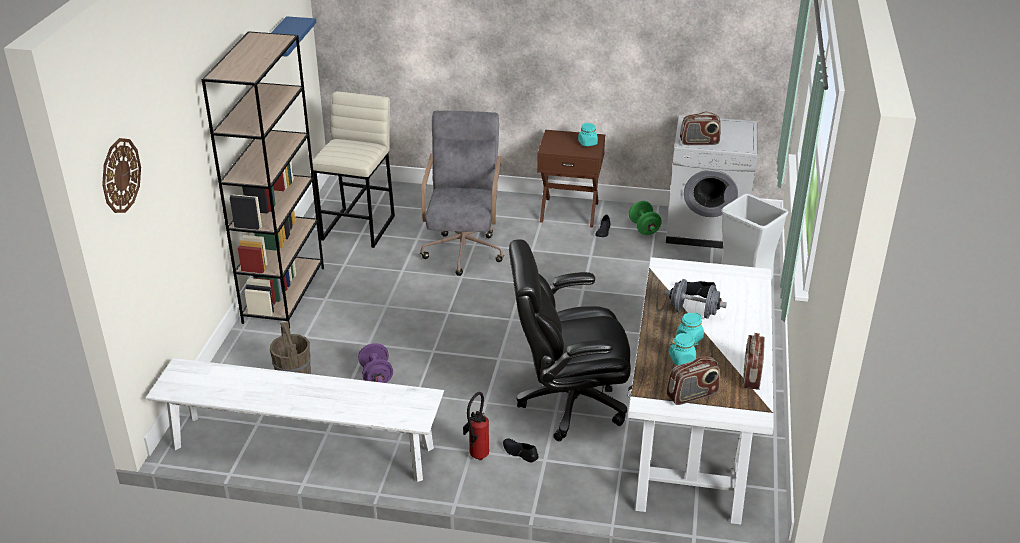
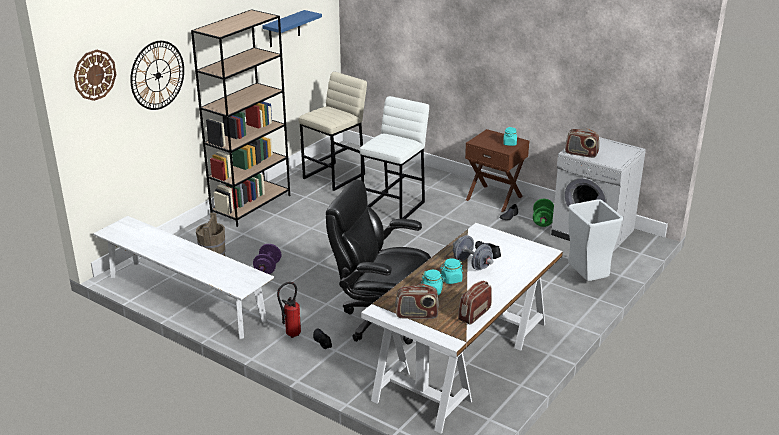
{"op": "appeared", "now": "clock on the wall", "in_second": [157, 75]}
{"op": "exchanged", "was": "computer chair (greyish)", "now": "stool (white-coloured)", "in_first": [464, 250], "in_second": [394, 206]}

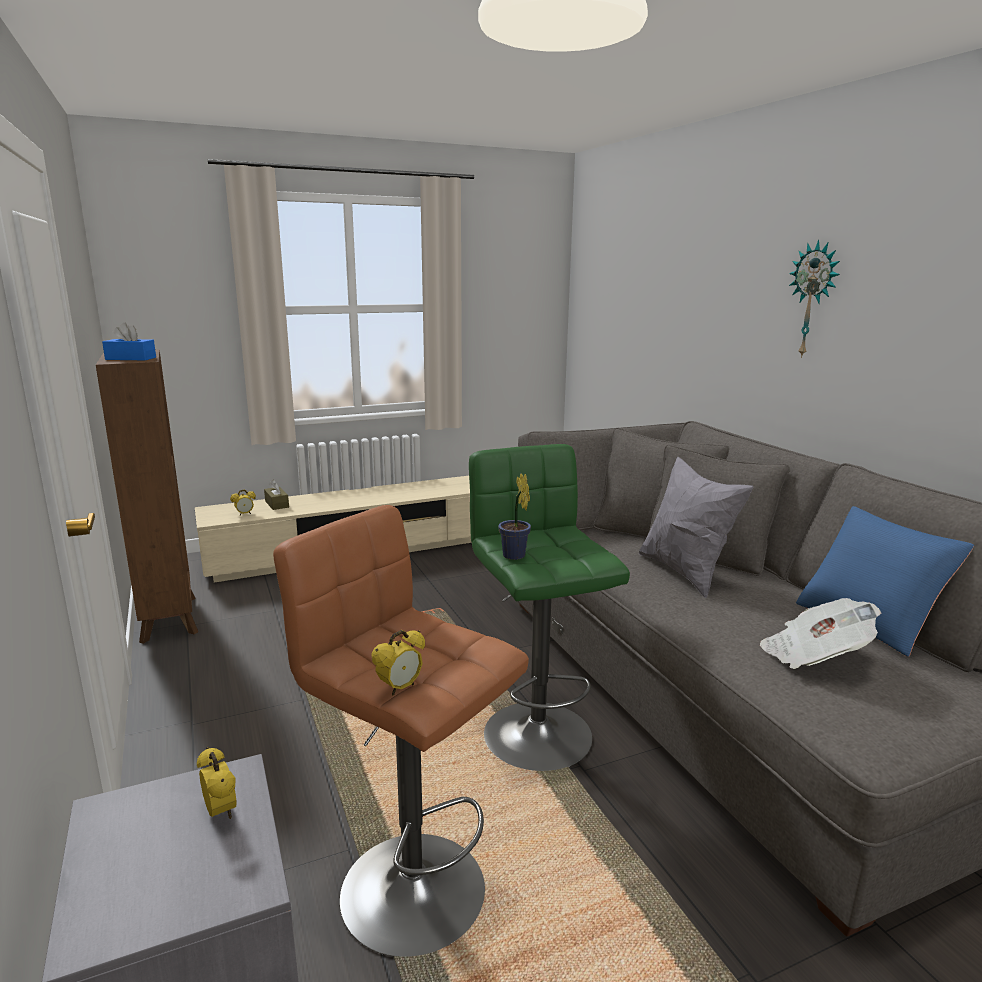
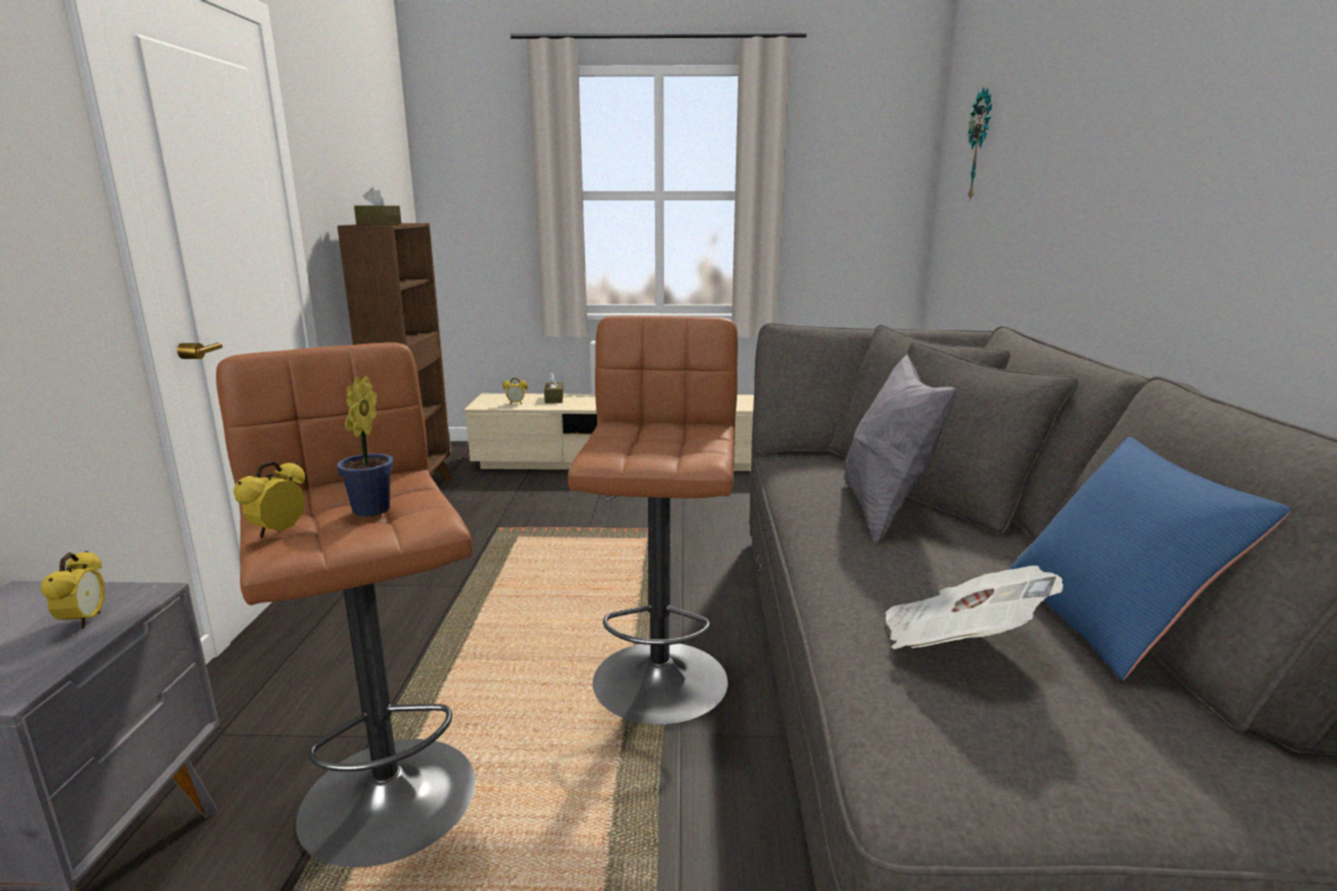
{"op": "spun", "was": "alarm clock", "in_first": [400, 688], "in_second": [279, 533], "clockwise": 135}
{"op": "relocated", "was": "houseplant", "in_first": [515, 557], "in_second": [369, 512]}
{"op": "colour", "was": "box of tissues (bluish)", "now": "box of tissues (brownish)", "in_first": [131, 358], "in_second": [378, 224]}
{"op": "colour", "was": "stool (green)", "now": "stool (brownish)", "in_first": [538, 734], "in_second": [661, 681]}
{"op": "relocated", "was": "clock on the wall", "in_first": [813, 300], "in_second": [981, 145]}

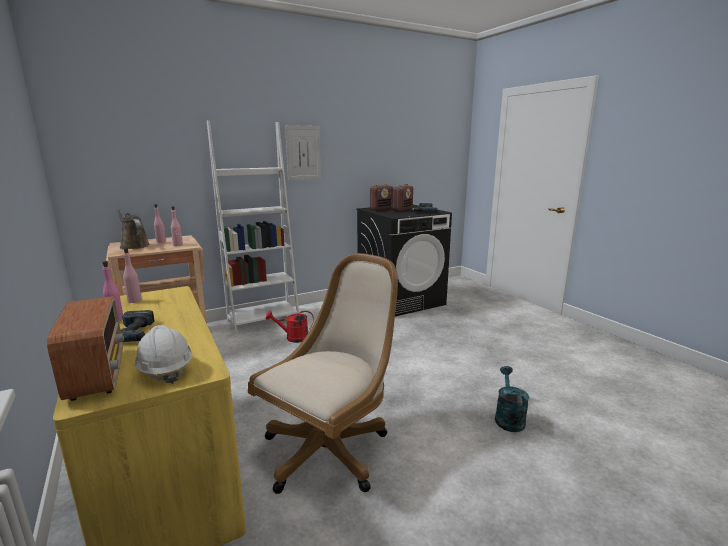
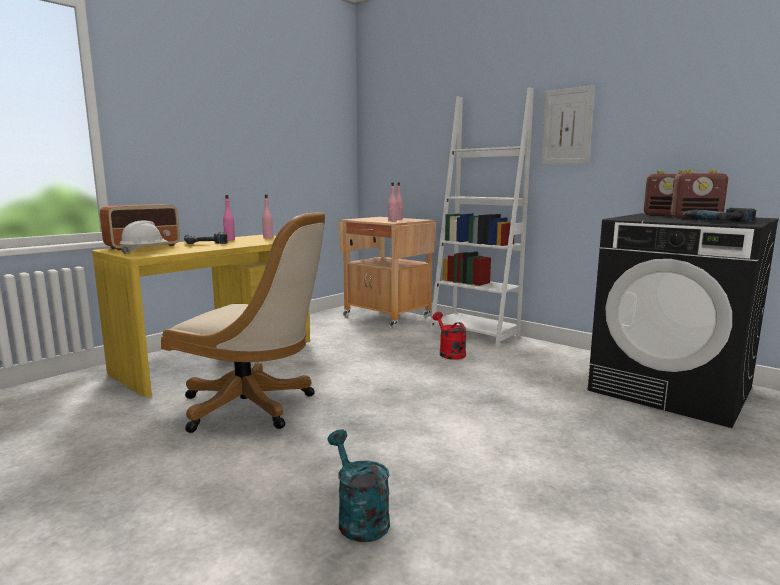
{"op": "spun", "was": "watering pot (turquoise)", "in_first": [508, 417], "in_second": [358, 517], "clockwise": -105}
{"op": "missing", "was": "watering pot (brownish)", "in_first": [133, 245]}

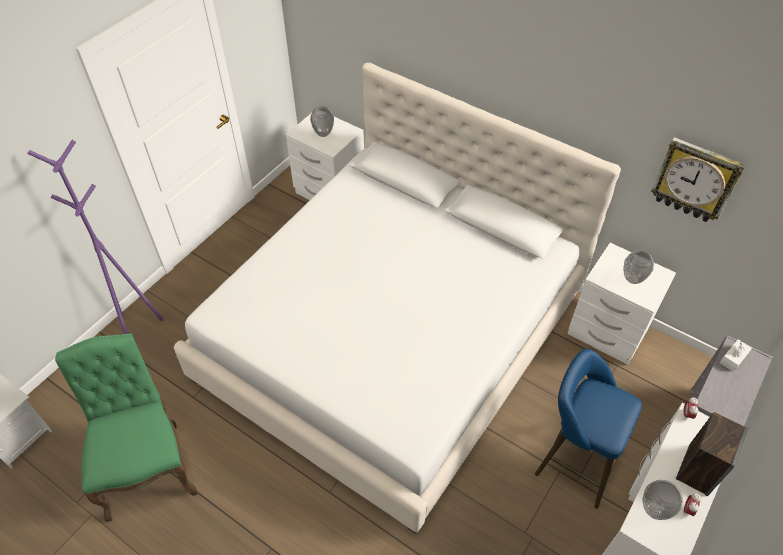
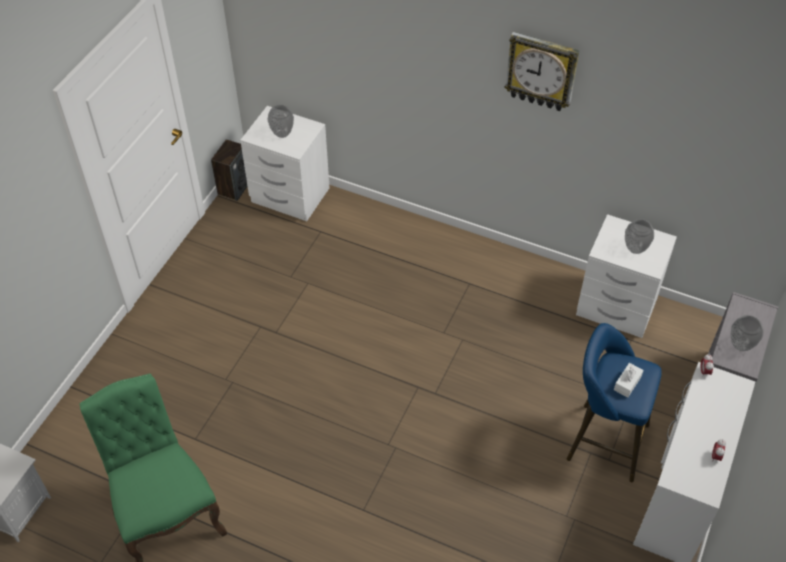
{"op": "relocated", "was": "audio speaker", "in_first": [698, 469], "in_second": [234, 187]}
{"op": "relocated", "was": "clock on the wall", "in_first": [695, 180], "in_second": [541, 71]}
{"op": "relocated", "was": "box of tissues (white-coloured)", "in_first": [733, 358], "in_second": [627, 383]}
{"op": "relocated", "was": "flower vase", "in_first": [653, 509], "in_second": [740, 345]}
{"op": "missing", "was": "clothes rack (purple-coloured)", "in_first": [138, 328]}
{"op": "missing", "was": "bed (white-coloured)", "in_first": [392, 335]}

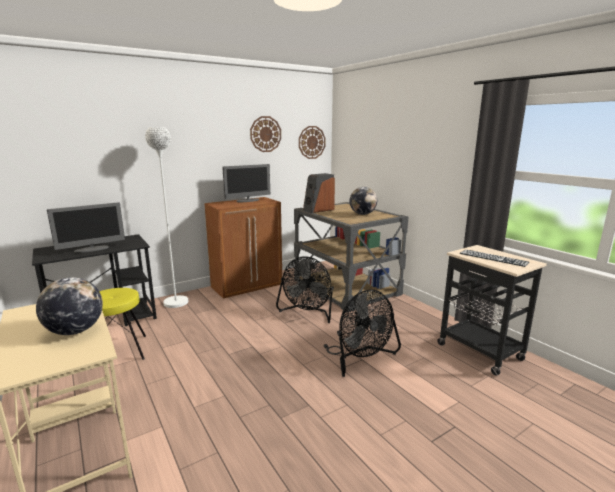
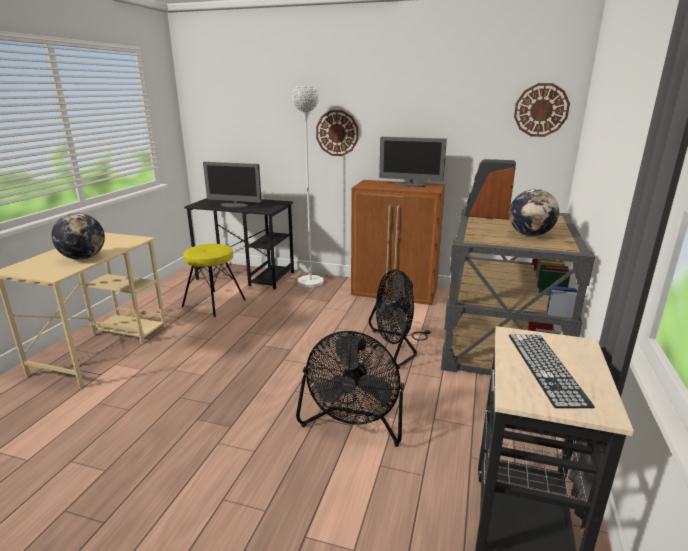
{"op": "relocated", "was": "clock on the wall", "in_first": [265, 134], "in_second": [337, 133]}

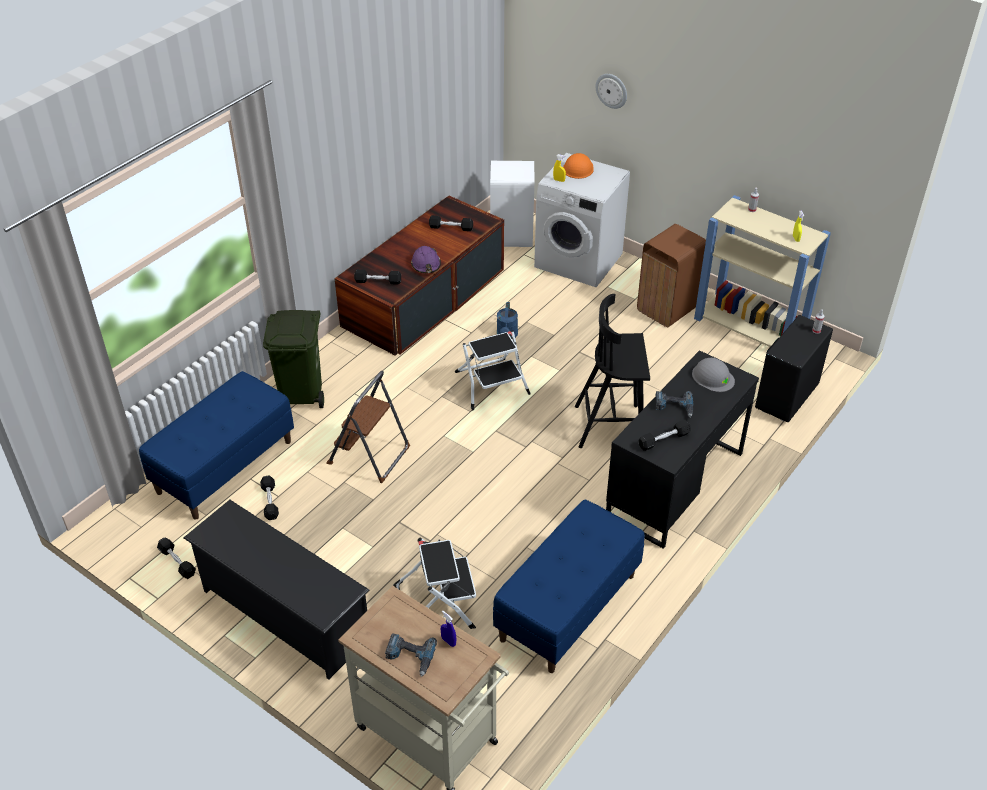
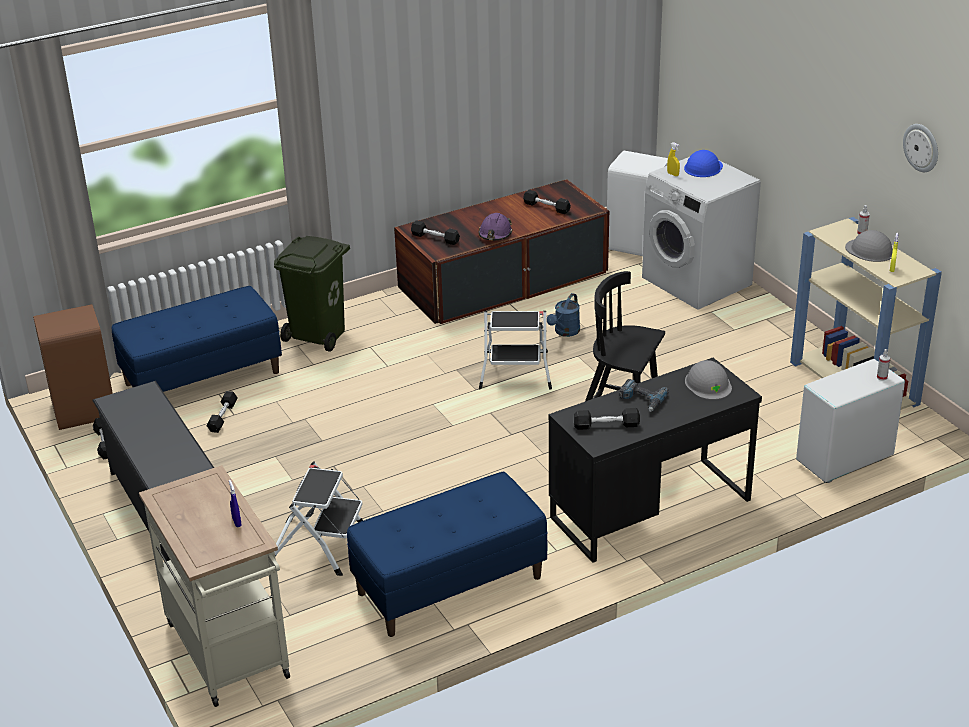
{"op": "relocated", "was": "trash can (brownish)", "in_first": [666, 309], "in_second": [83, 411]}
{"op": "colour", "was": "safety helmet (orange-coloured)", "now": "safety helmet (bluish)", "in_first": [578, 168], "in_second": [703, 167]}
{"op": "colour", "was": "nightstand (black-coloured)", "now": "nightstand (white-coloured)", "in_first": [784, 398], "in_second": [842, 461]}
{"op": "appeared", "now": "safety helmet (greyish)", "in_second": [870, 250]}
{"op": "relocated", "was": "clock on the wall", "in_first": [612, 90], "in_second": [921, 147]}
{"op": "missing", "was": "step ladder (brownish)", "in_first": [371, 456]}
{"op": "missing", "was": "drill", "in_first": [410, 657]}

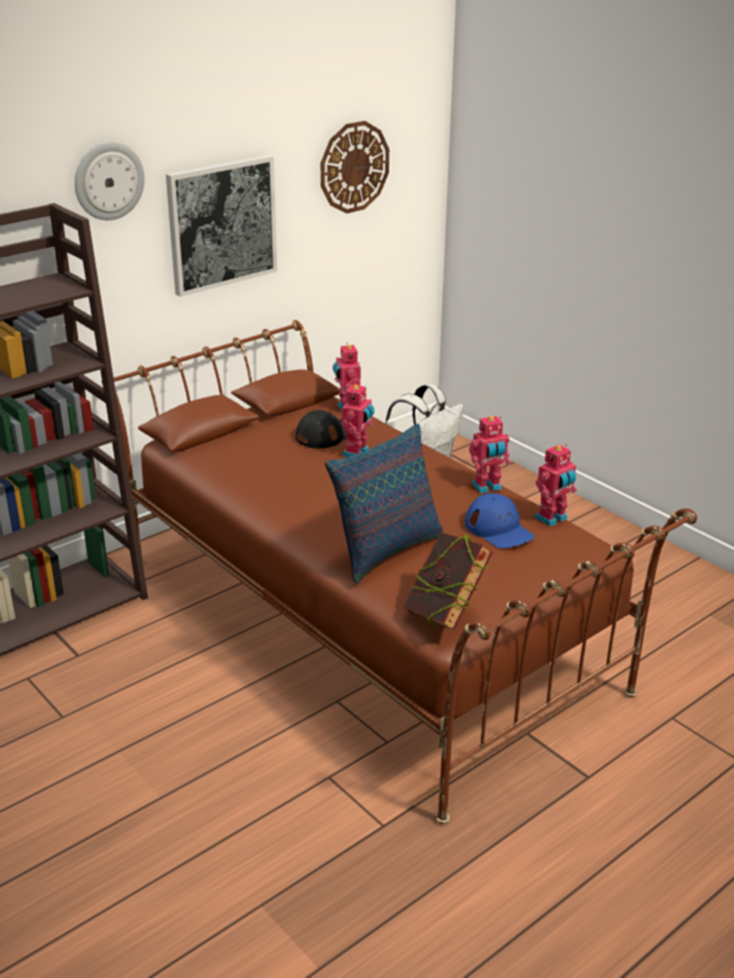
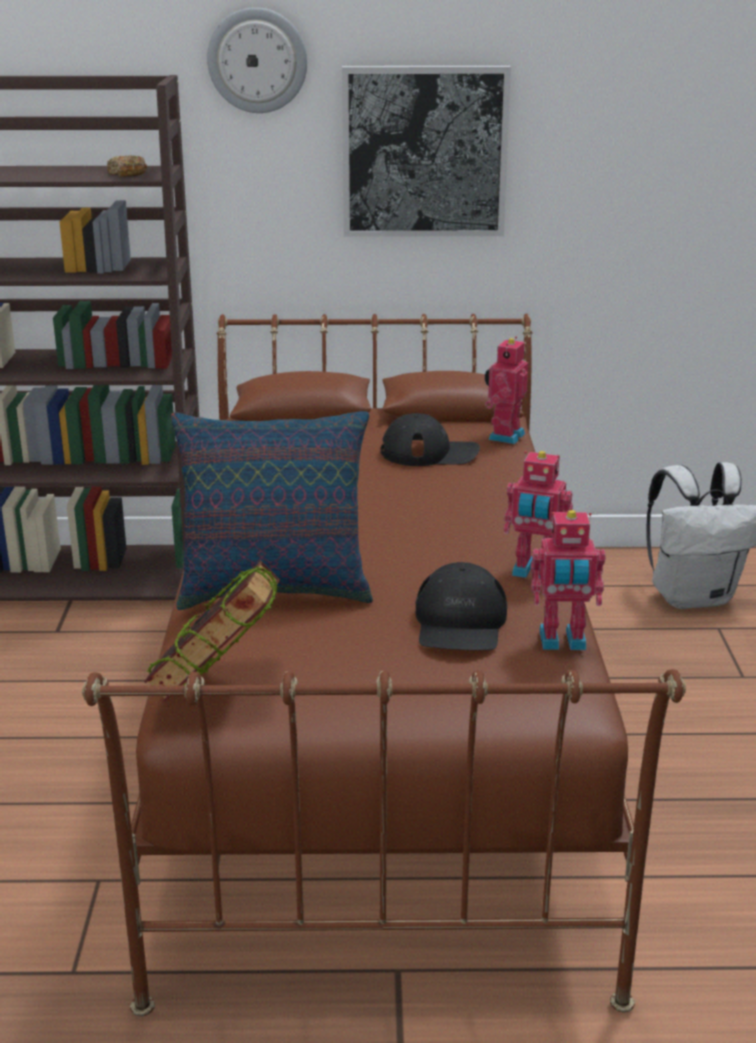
{"op": "appeared", "now": "doughnut", "in_second": [127, 173]}
{"op": "colour", "was": "baseball cap (bluish)", "now": "baseball cap (black-coloured)", "in_first": [499, 529], "in_second": [460, 623]}
{"op": "missing", "was": "clock on the wall", "in_first": [354, 167]}
{"op": "missing", "was": "model robot", "in_first": [357, 453]}

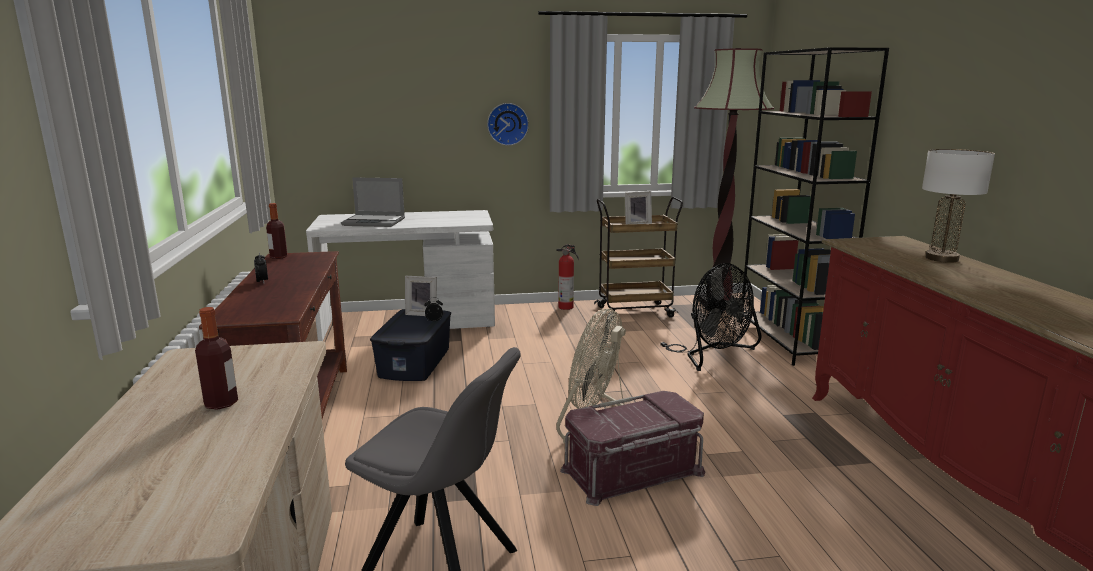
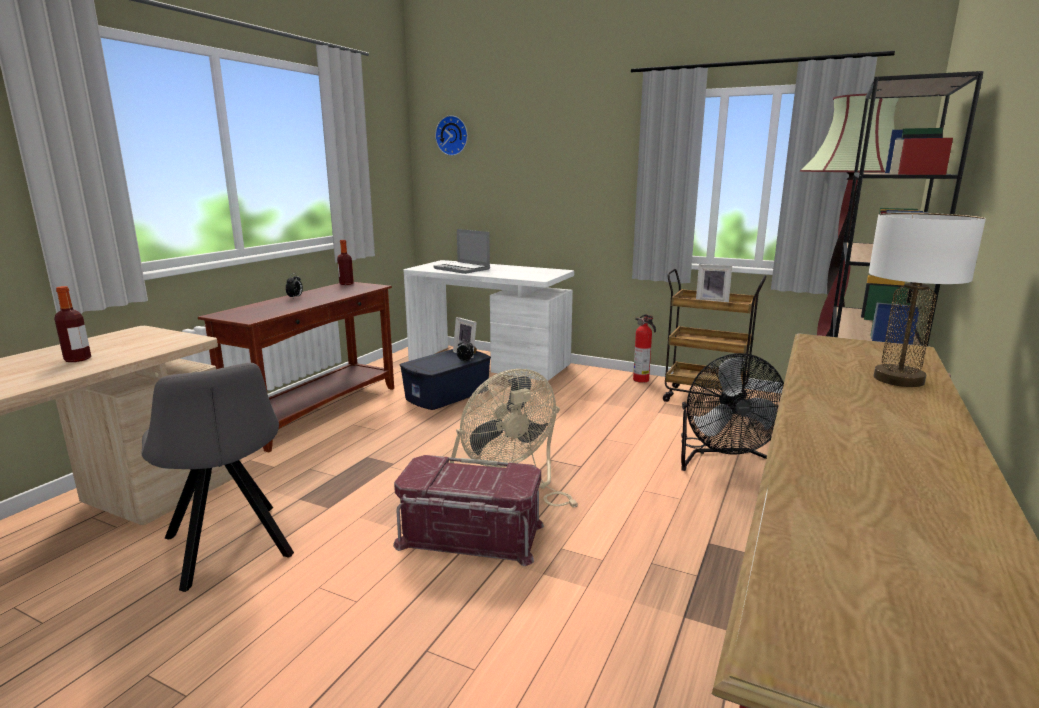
{"op": "relocated", "was": "clock on the wall", "in_first": [507, 124], "in_second": [453, 135]}

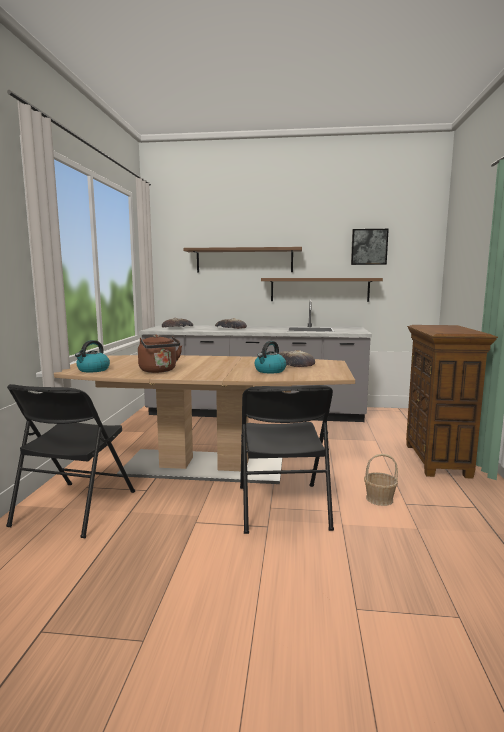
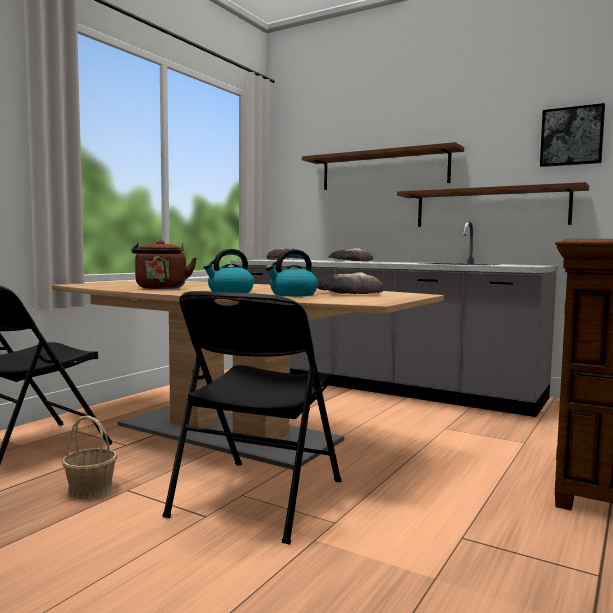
{"op": "relocated", "was": "storage basket", "in_first": [379, 499], "in_second": [90, 489]}
{"op": "relocated", "was": "water kettle", "in_first": [93, 370], "in_second": [230, 292]}

